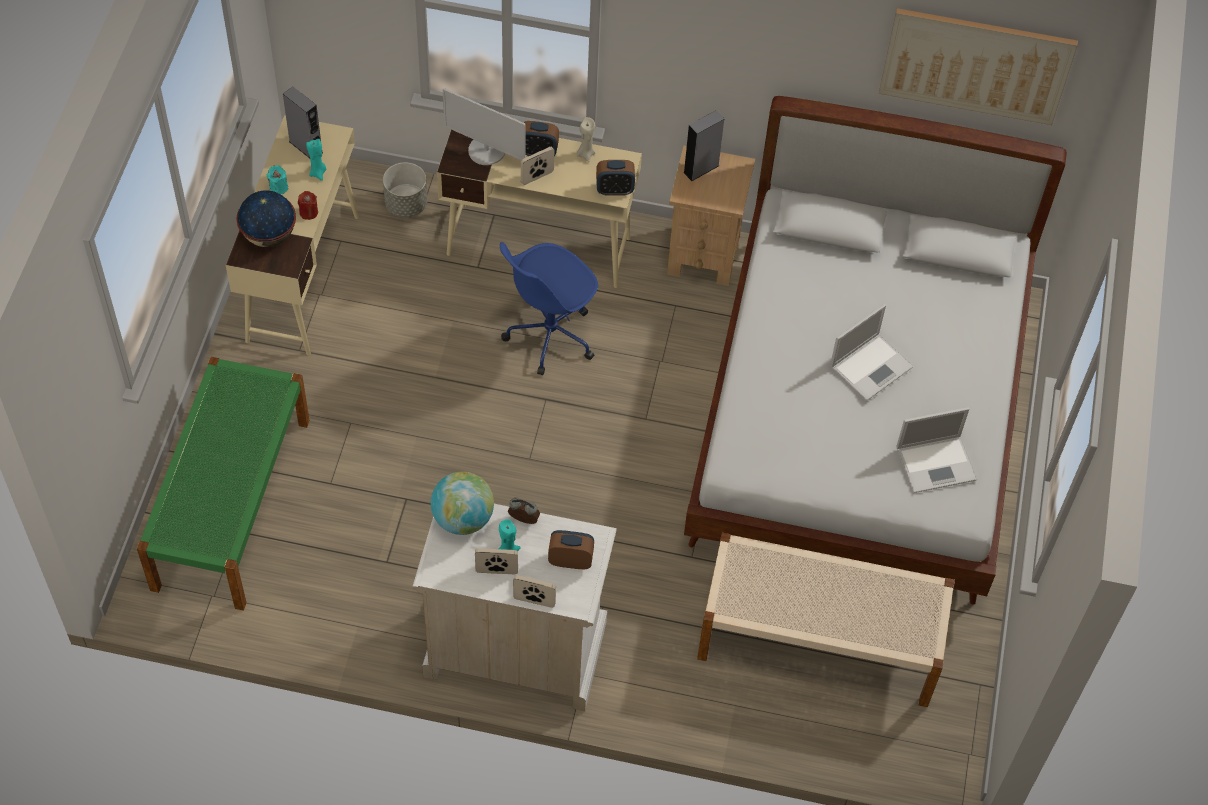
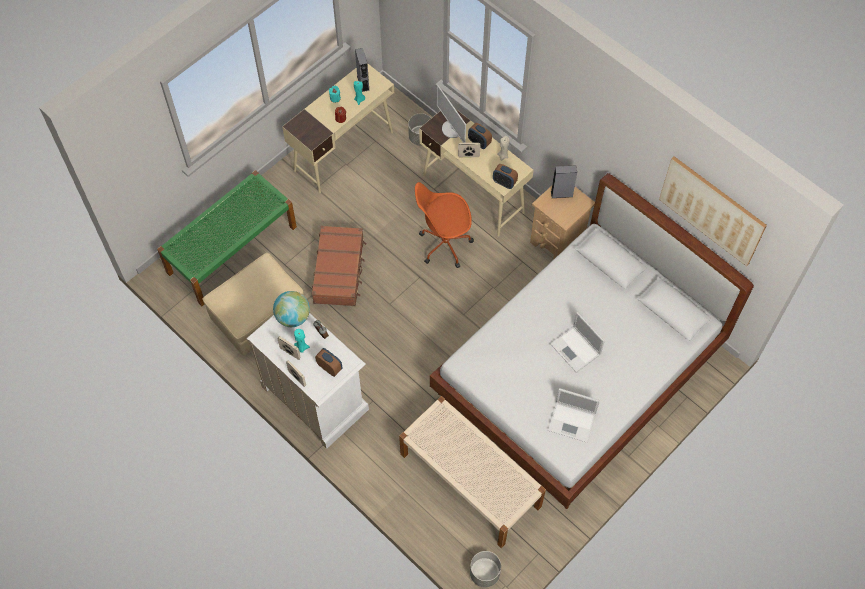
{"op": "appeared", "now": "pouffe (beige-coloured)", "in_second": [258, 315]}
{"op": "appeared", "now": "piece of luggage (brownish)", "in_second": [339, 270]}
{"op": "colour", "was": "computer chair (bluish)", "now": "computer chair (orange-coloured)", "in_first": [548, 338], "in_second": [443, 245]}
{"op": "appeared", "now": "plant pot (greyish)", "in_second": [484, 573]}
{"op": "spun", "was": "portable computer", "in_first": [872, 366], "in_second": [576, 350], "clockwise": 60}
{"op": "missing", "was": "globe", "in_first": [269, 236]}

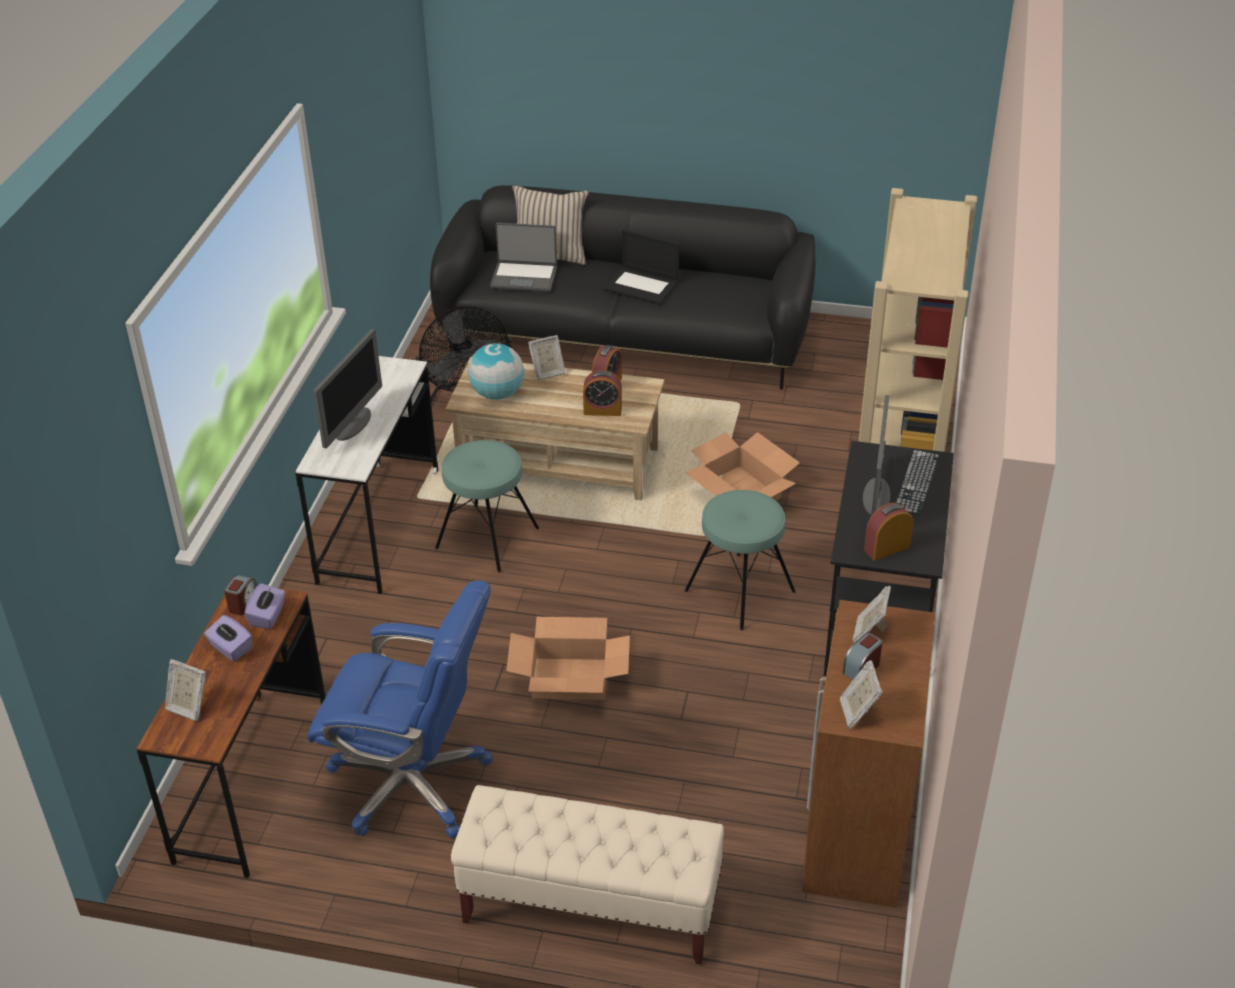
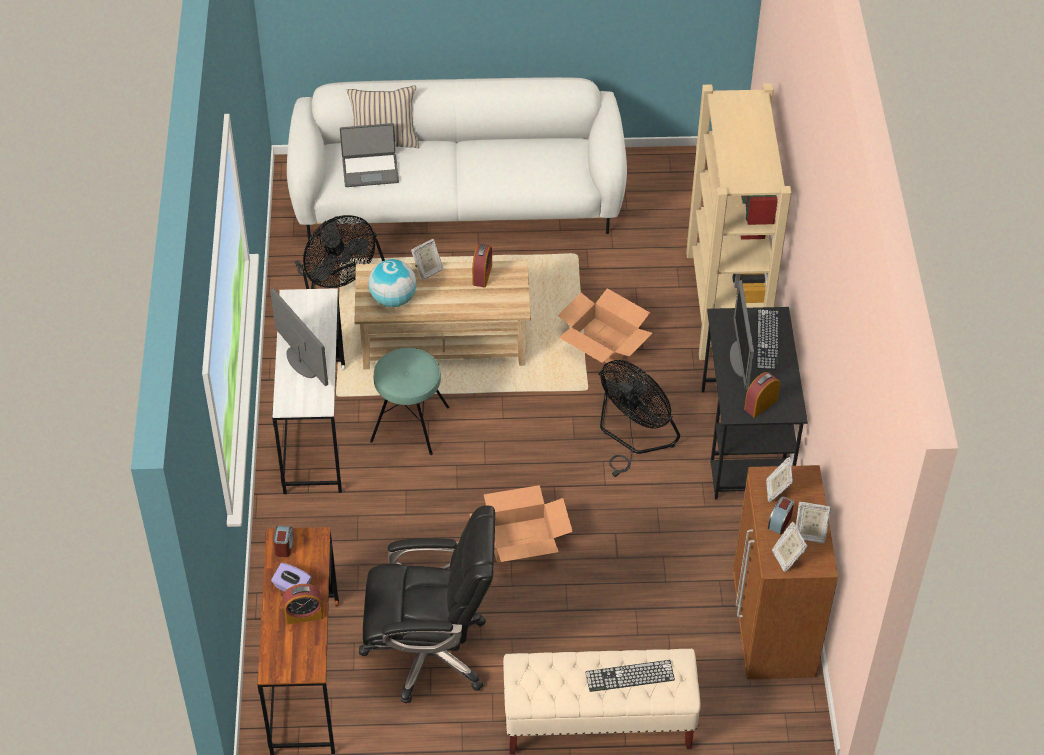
{"op": "spun", "was": "computer screen", "in_first": [353, 424], "in_second": [301, 362], "clockwise": -45}
{"op": "relocated", "was": "alarm clock", "in_first": [602, 410], "in_second": [304, 615]}
{"op": "colour", "was": "settee (black-coloured)", "now": "settee (white-coloured)", "in_first": [625, 337], "in_second": [458, 200]}
{"op": "colour", "was": "computer chair (bluish)", "now": "computer chair (black-coloured)", "in_first": [411, 785], "in_second": [430, 653]}
{"op": "appeared", "now": "PC keyboard", "in_second": [629, 676]}
{"op": "exchanged", "was": "stool (turquoise)", "now": "fan (black-coloured)", "in_first": [740, 591], "in_second": [629, 436]}
{"op": "relocated", "was": "picture frame", "in_first": [188, 707], "in_second": [809, 533]}
{"op": "missing", "was": "box of tissues (purple-coloured)", "in_first": [268, 616]}
{"op": "missing", "was": "portable computer", "in_first": [642, 285]}

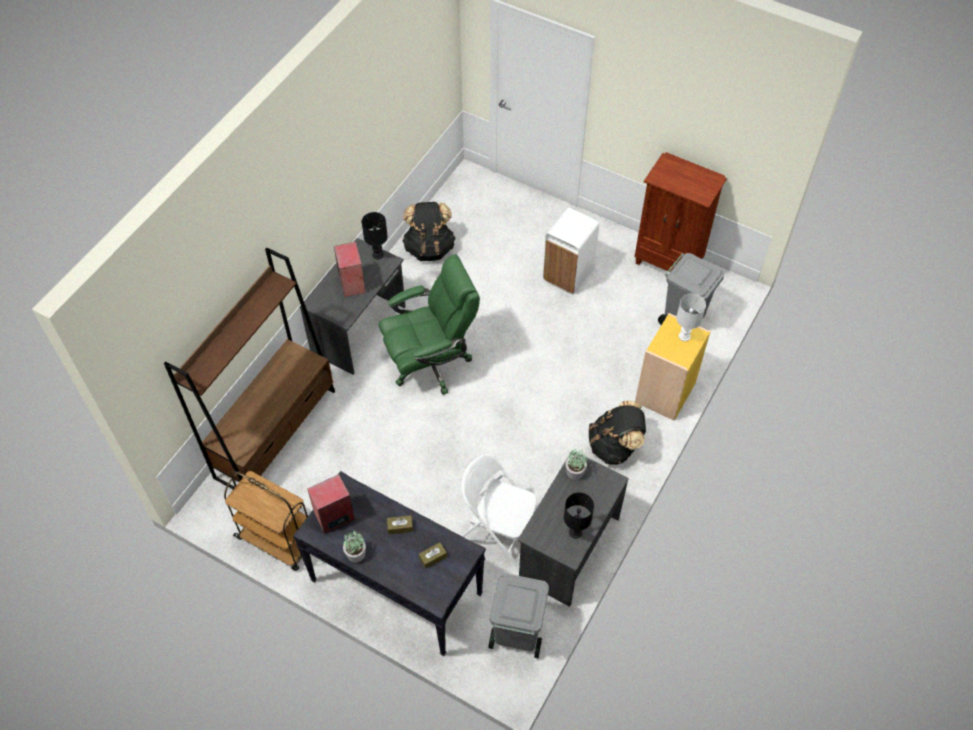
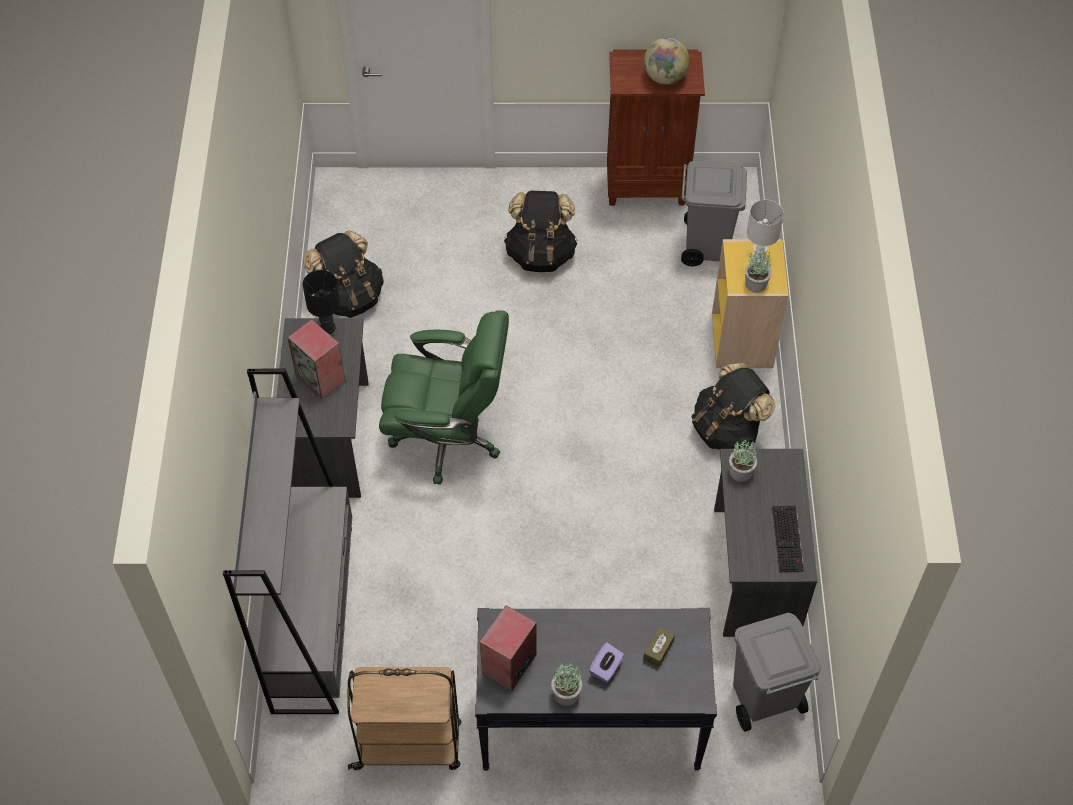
{"op": "colour", "was": "bookshelf (brownish)", "now": "bookshelf (greyish)", "in_first": [276, 433], "in_second": [313, 617]}
{"op": "spun", "was": "computer chair (green)", "in_first": [430, 362], "in_second": [447, 436], "clockwise": 60}
{"op": "exchanged", "was": "trash can (white-coloured)", "now": "backpack (black-coloured)", "in_first": [568, 274], "in_second": [541, 254]}
{"op": "appeared", "now": "box of tissues (purple-coloured)", "in_second": [606, 668]}
{"op": "appeared", "now": "globe", "in_second": [664, 77]}
{"op": "appeared", "now": "houseplant", "in_second": [756, 283]}
{"op": "exchanged", "was": "table lamp (black-coloured)", "now": "PC keyboard", "in_first": [575, 532], "in_second": [788, 539]}
{"op": "missing", "was": "box of tissues (brownish)", "in_first": [400, 527]}
{"op": "missing", "was": "chair (white-coloured)", "in_first": [498, 528]}

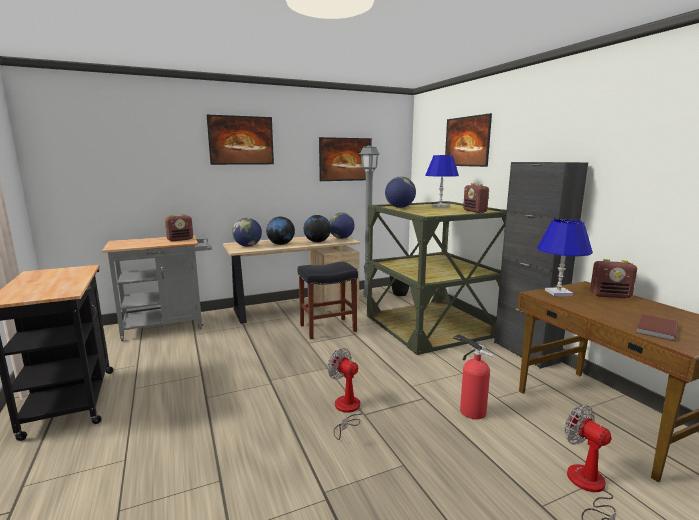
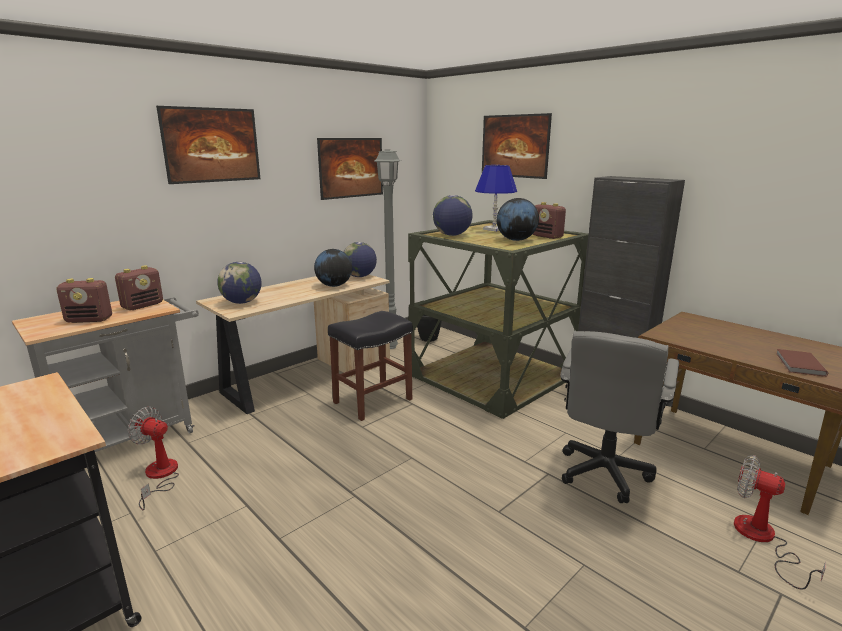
{"op": "relocated", "was": "radio receiver", "in_first": [610, 295], "in_second": [89, 320]}
{"op": "relocated", "was": "fan", "in_first": [346, 411], "in_second": [159, 476]}
{"op": "relocated", "was": "globe", "in_first": [281, 244], "in_second": [516, 240]}
{"op": "exchanged", "was": "fire extinguisher", "now": "computer chair (greyish)", "in_first": [470, 410], "in_second": [604, 477]}
{"op": "missing", "was": "table lamp (bluish)", "in_first": [558, 293]}

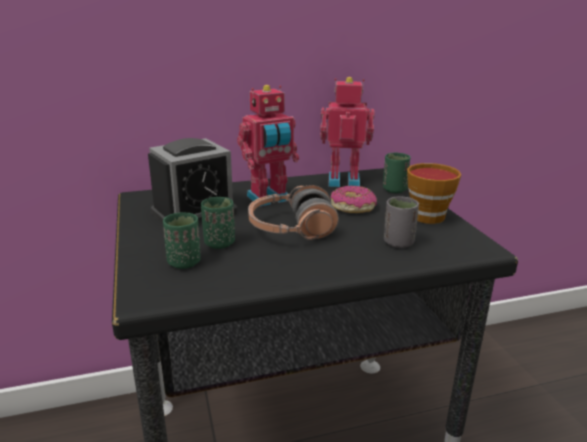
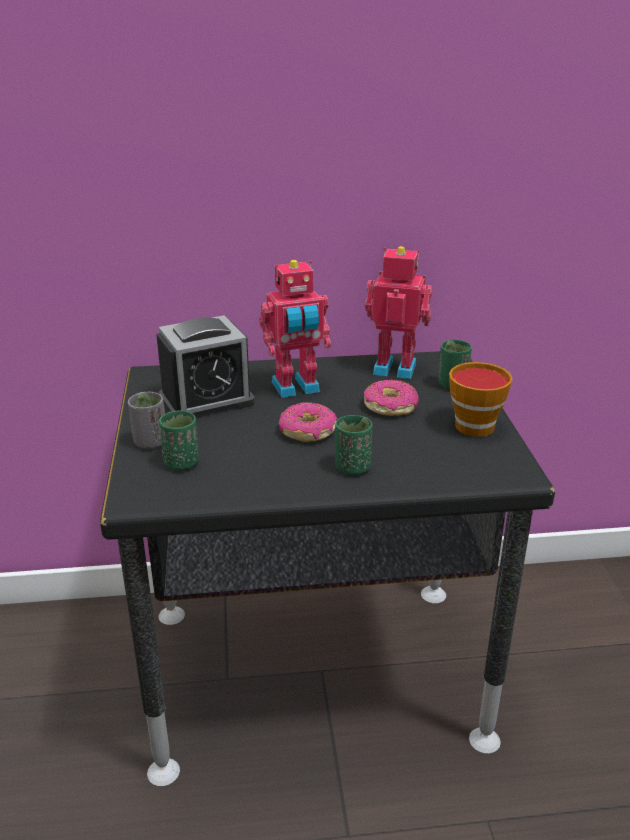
{"op": "relocated", "was": "cup (greyish)", "in_first": [398, 243], "in_second": [150, 442]}
{"op": "exchanged", "was": "pair of headphones", "now": "doughnut", "in_first": [291, 229], "in_second": [308, 431]}
{"op": "relocated", "was": "cup (green)", "in_first": [219, 243], "in_second": [352, 468]}

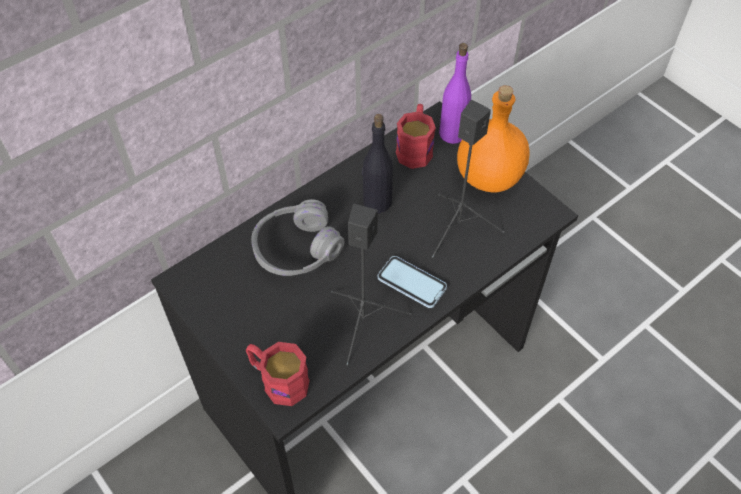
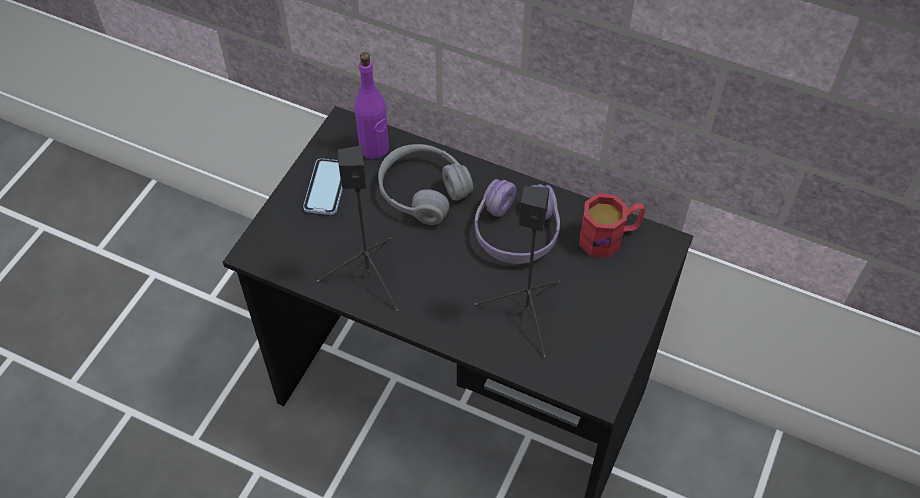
{"op": "relocated", "was": "telephone", "in_first": [411, 283], "in_second": [326, 188]}
{"op": "relocated", "was": "beverage bottle (purple-coloured)", "in_first": [453, 134], "in_second": [374, 148]}
{"op": "exchanged", "was": "beverage bottle (black-coloured)", "now": "pair of headphones (purple-coloured)", "in_first": [376, 202], "in_second": [516, 232]}
{"op": "missing", "was": "tea mug (red)", "in_first": [278, 380]}
{"op": "missing", "was": "beverage bottle (orange-coloured)", "in_first": [490, 178]}

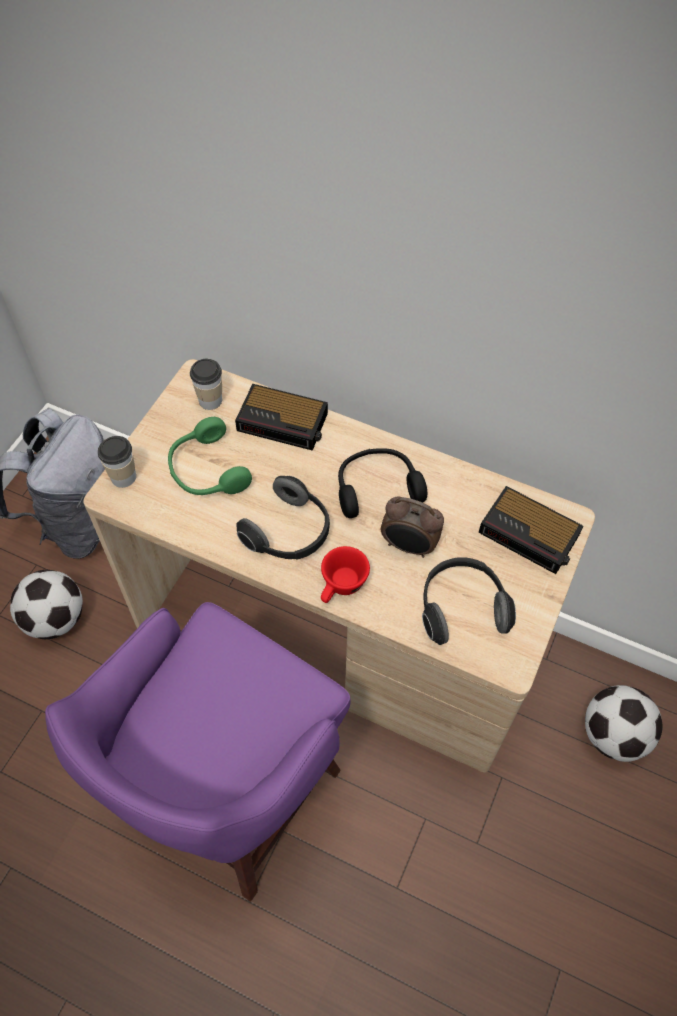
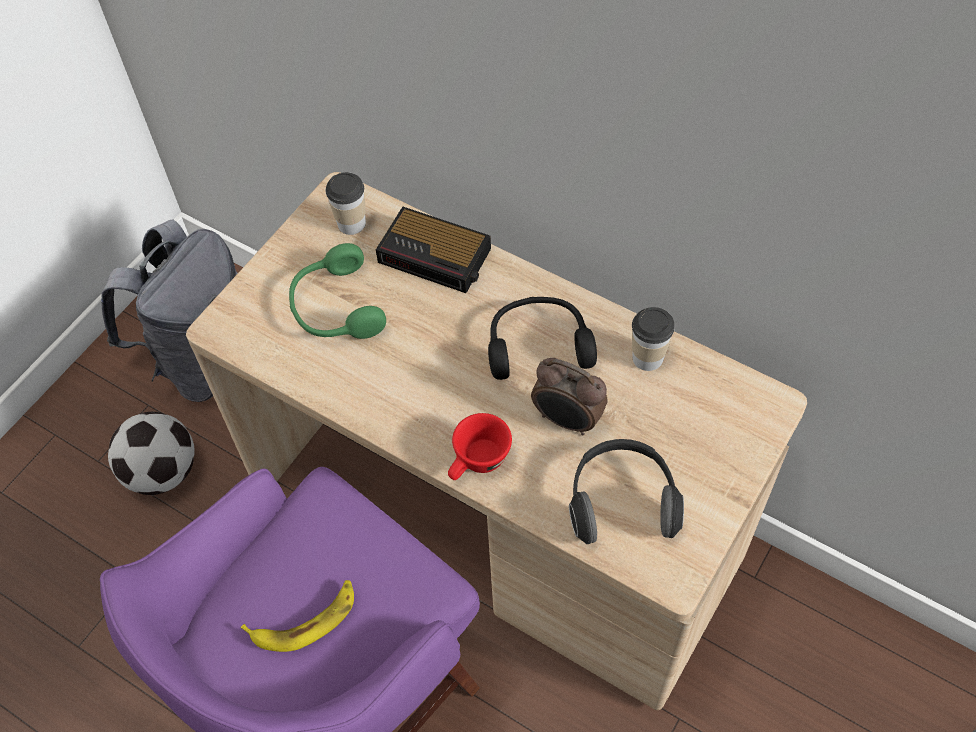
{"op": "appeared", "now": "banana", "in_second": [305, 620]}
{"op": "relocated", "was": "cup", "in_first": [123, 477], "in_second": [647, 357]}
{"op": "missing", "was": "pair of headphones", "in_first": [289, 533]}
{"op": "missing", "was": "alarm clock", "in_first": [530, 535]}
{"op": "missing", "was": "football", "in_first": [613, 734]}

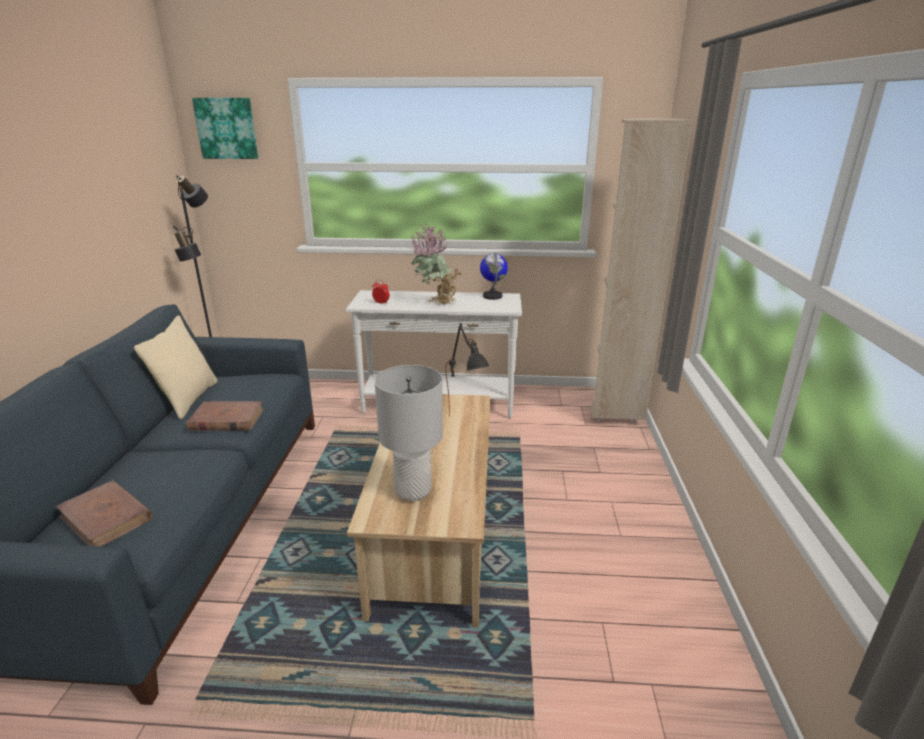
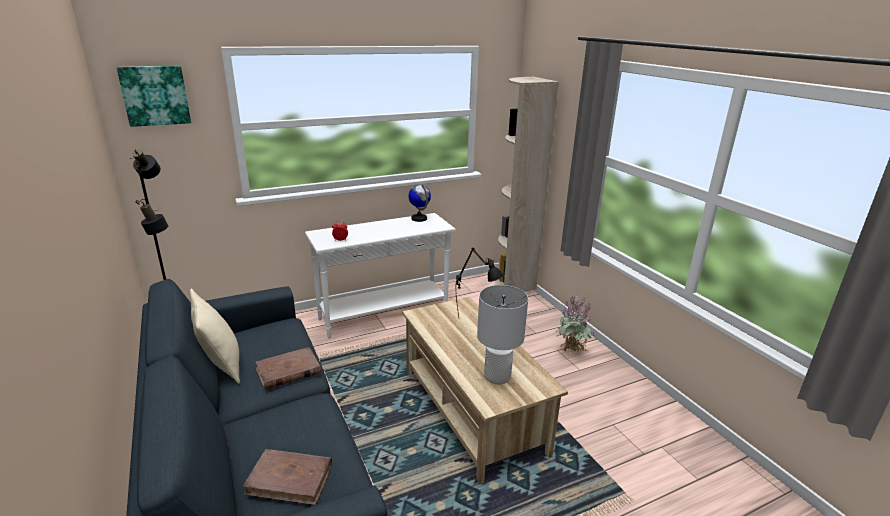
{"op": "relocated", "was": "houseplant", "in_first": [436, 305], "in_second": [572, 353]}

